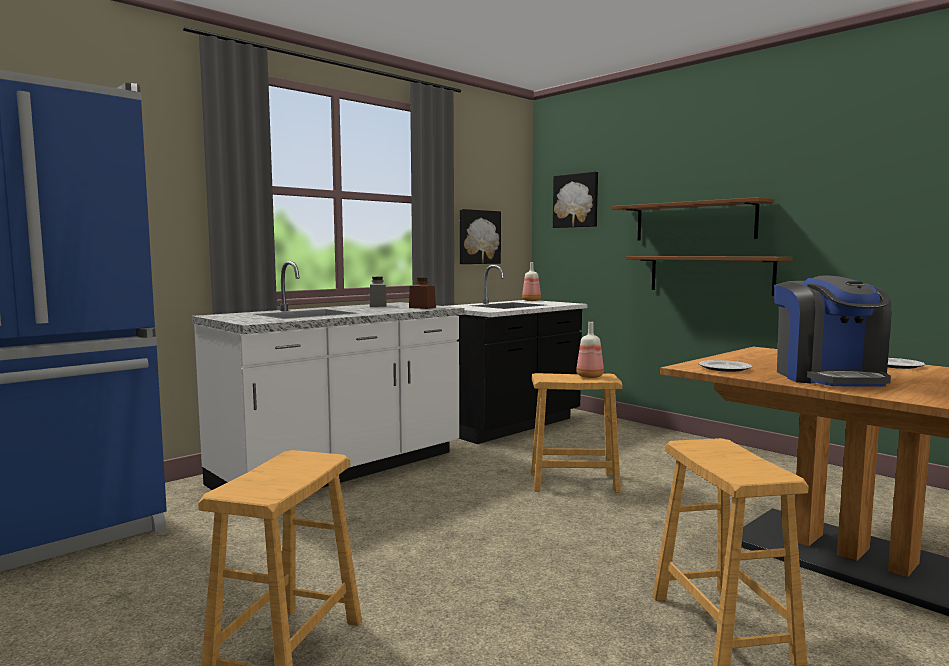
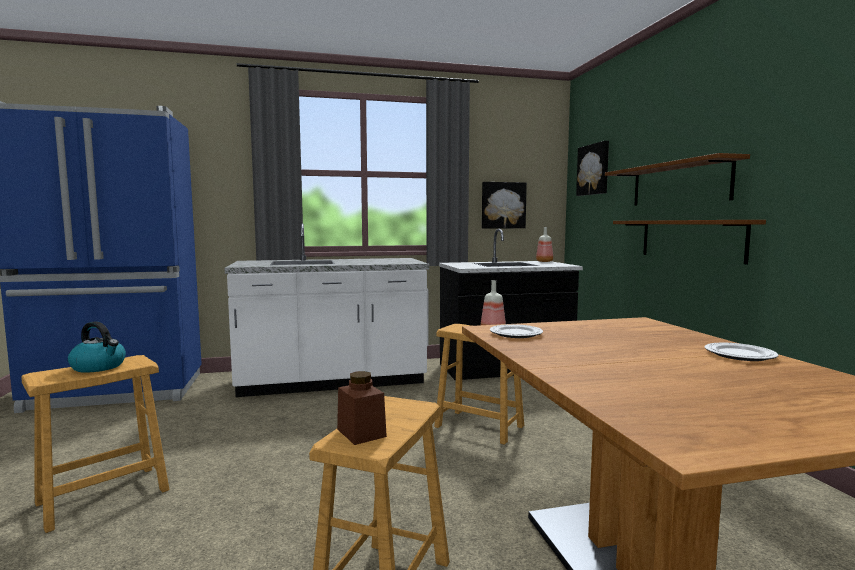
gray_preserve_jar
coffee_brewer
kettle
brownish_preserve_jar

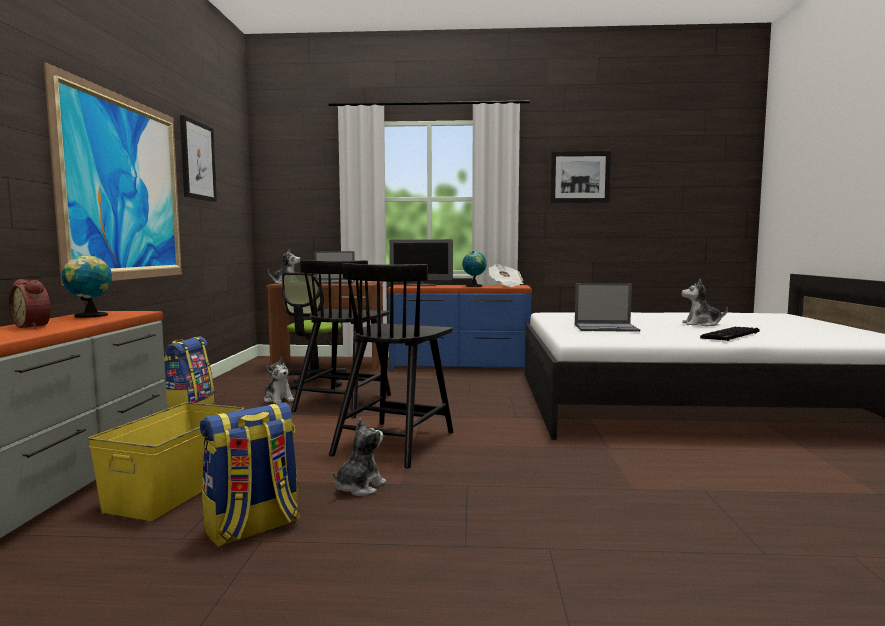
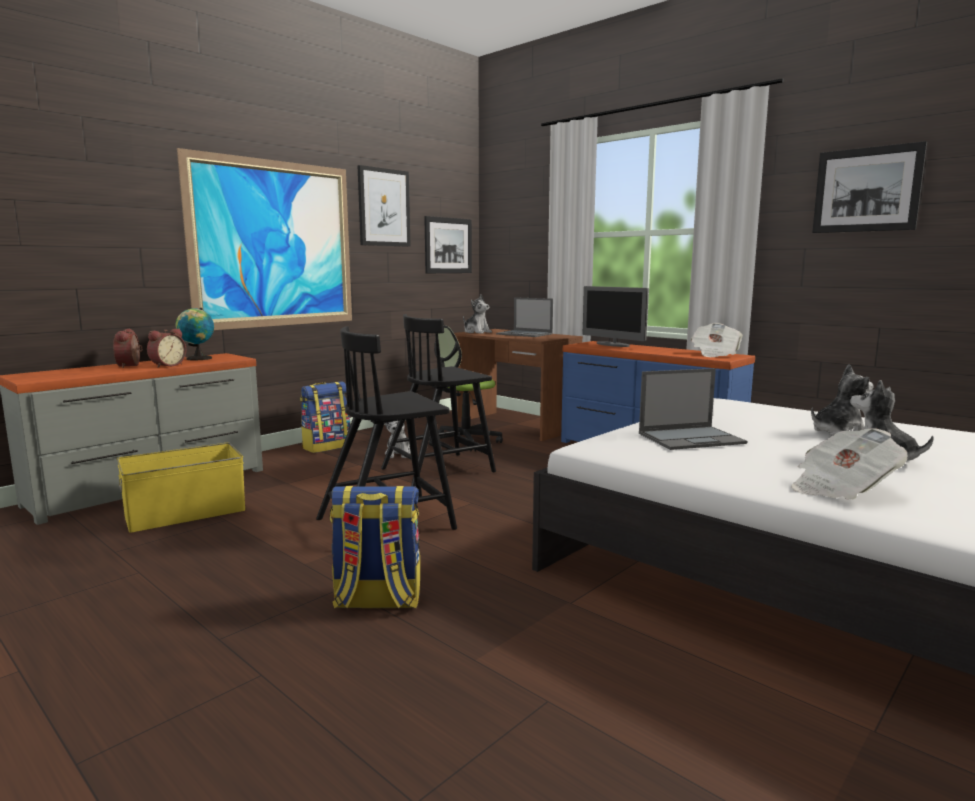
globe (2nd from left in the first image)
table_clock (2nd from left)
wall_art (3rd from left)
backpack (2nd from left)
plush_toy (3rd from left)
printed_paper (2nd from left)
notebook_computer (2nd from left)

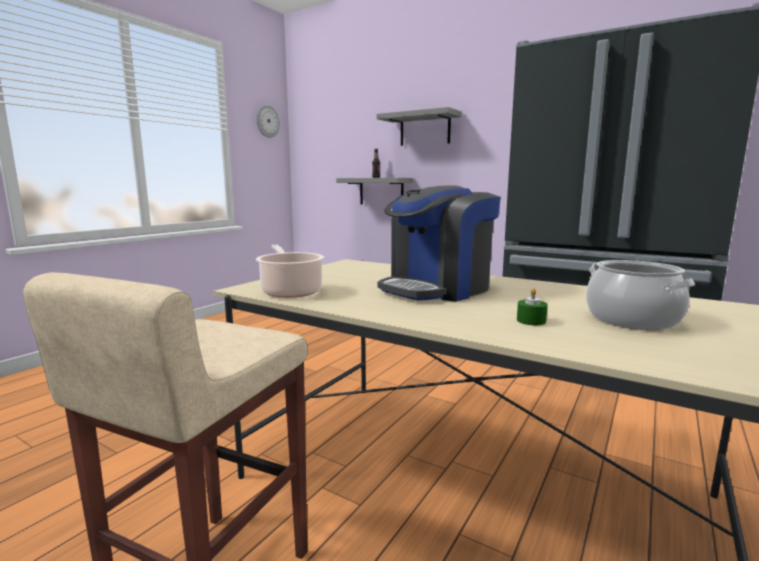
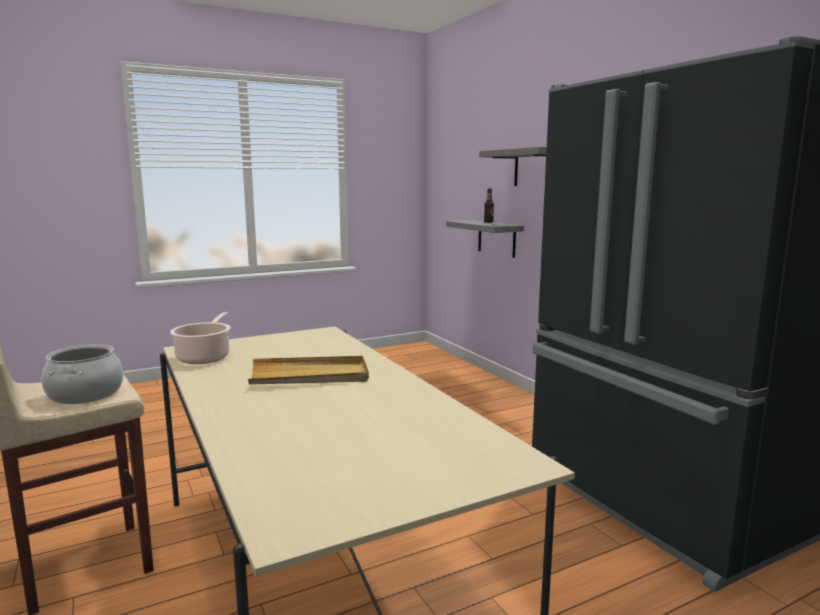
clock_on_the_wall
greenish_wax_candle
cooking_pot (1st from left)
beige_serving_tray

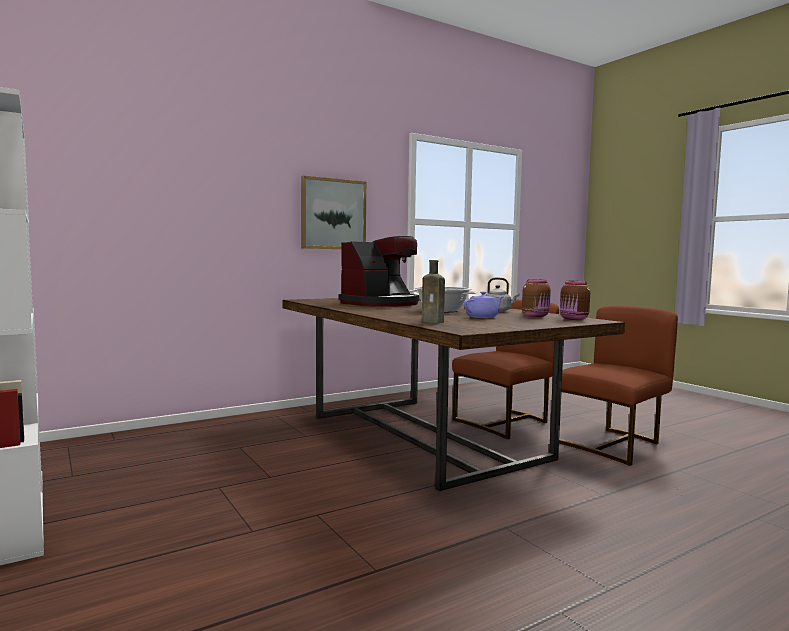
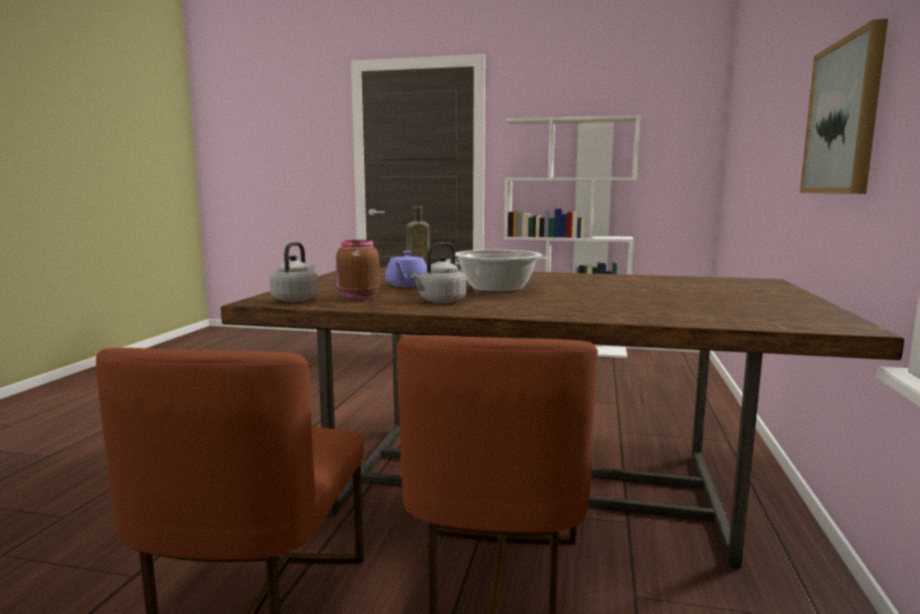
coffee_brewer
gray_kettle (1st from left)

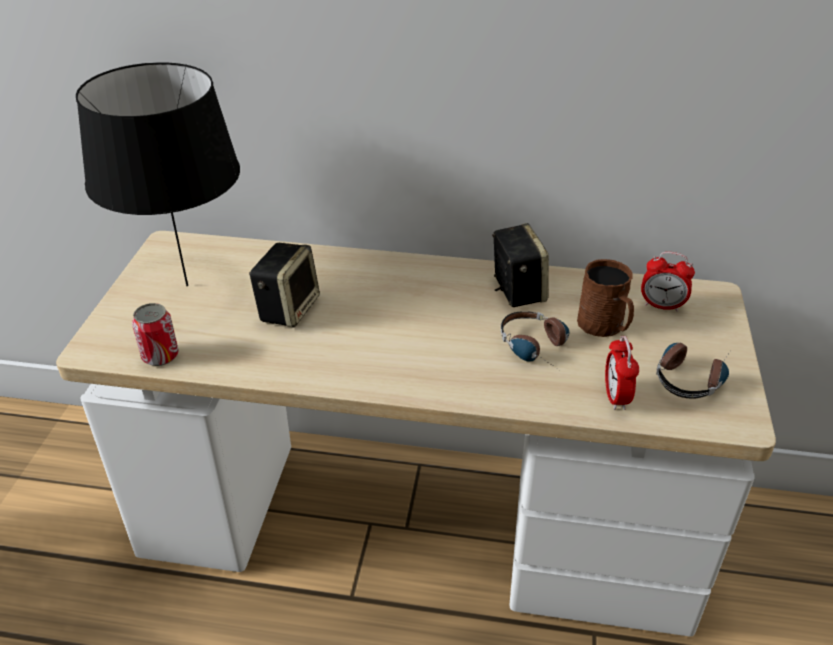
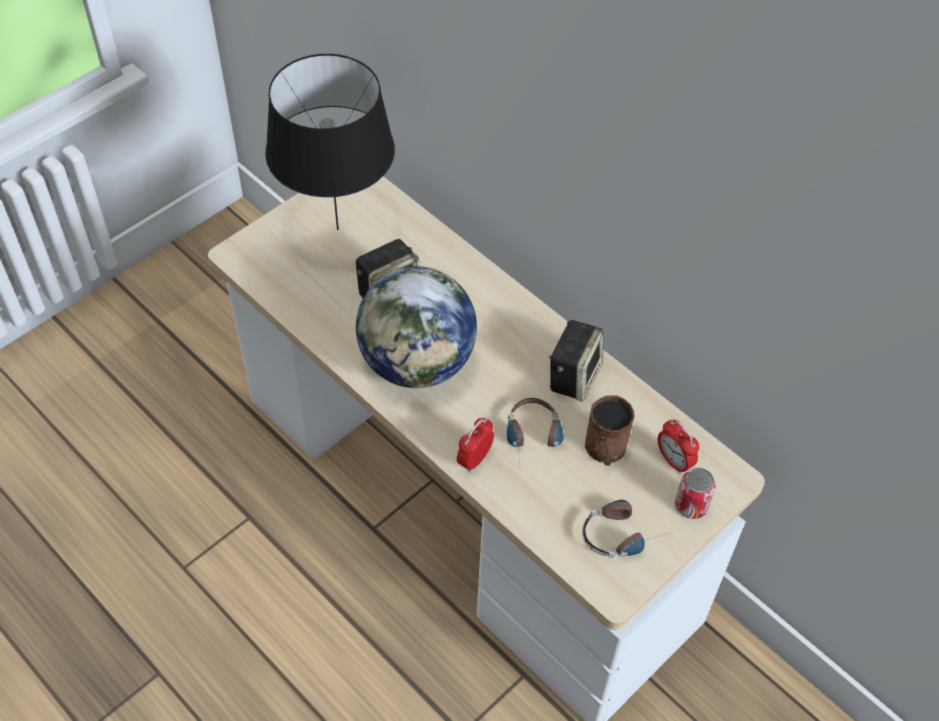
globe
sealed_can
table_clock (1st from left)

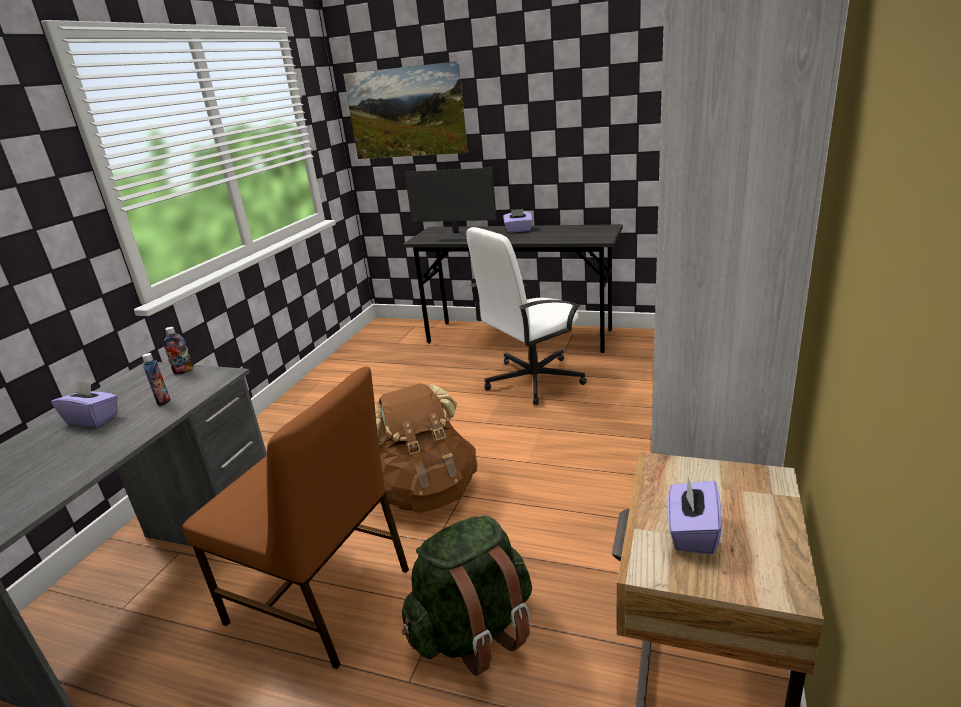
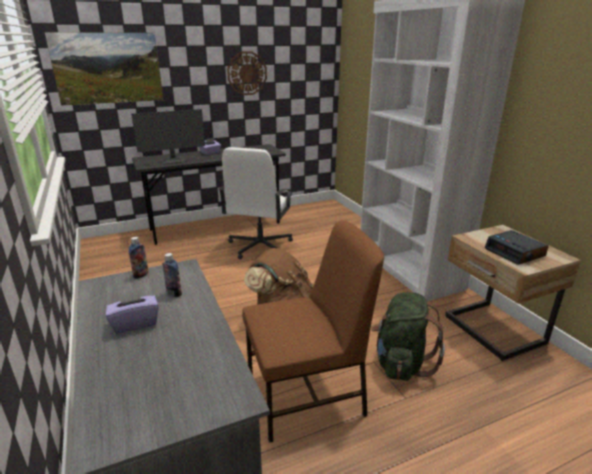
clock_on_the_wall
table_clock

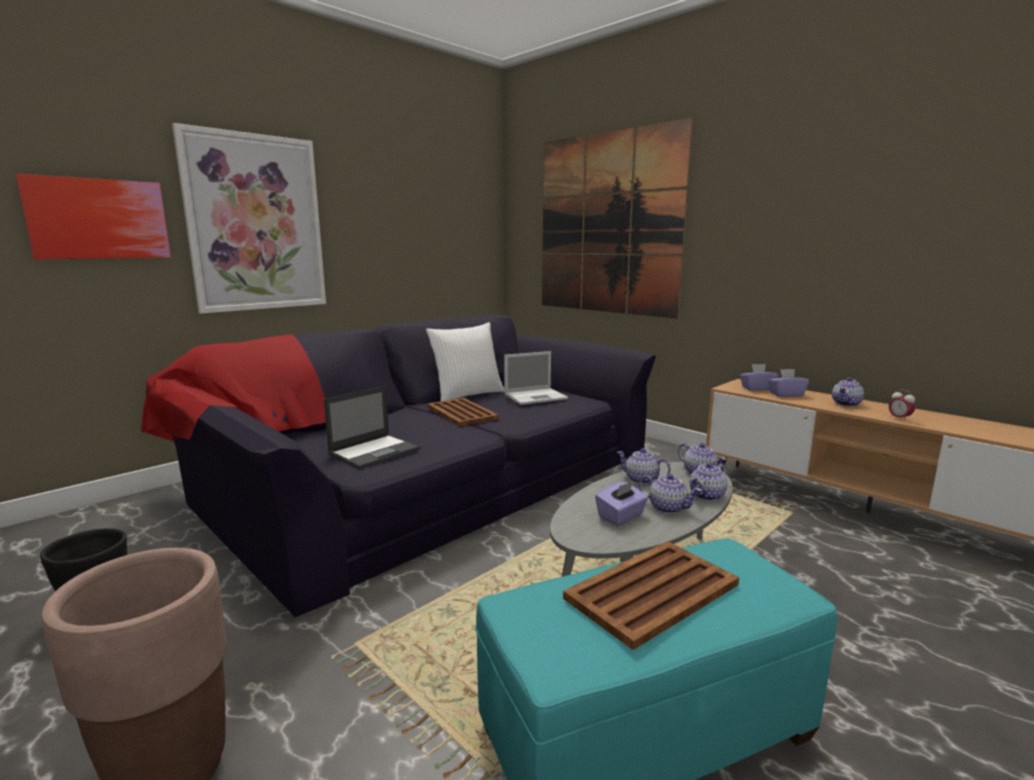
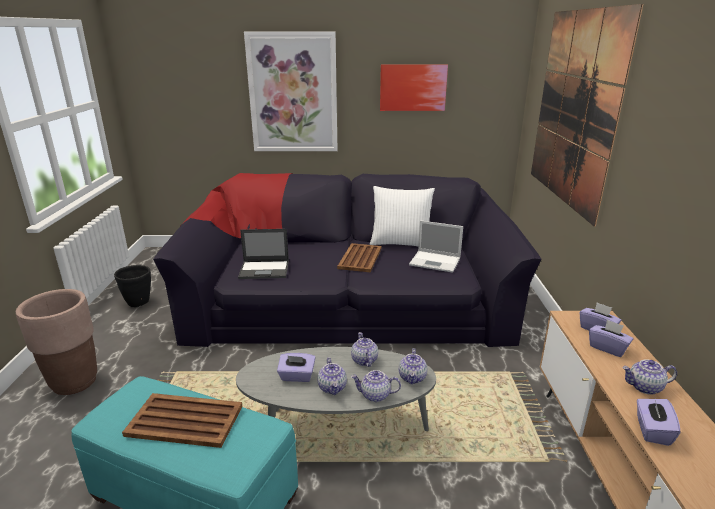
wall_art (2nd from left)
purple_tissue_holder (4th from left)

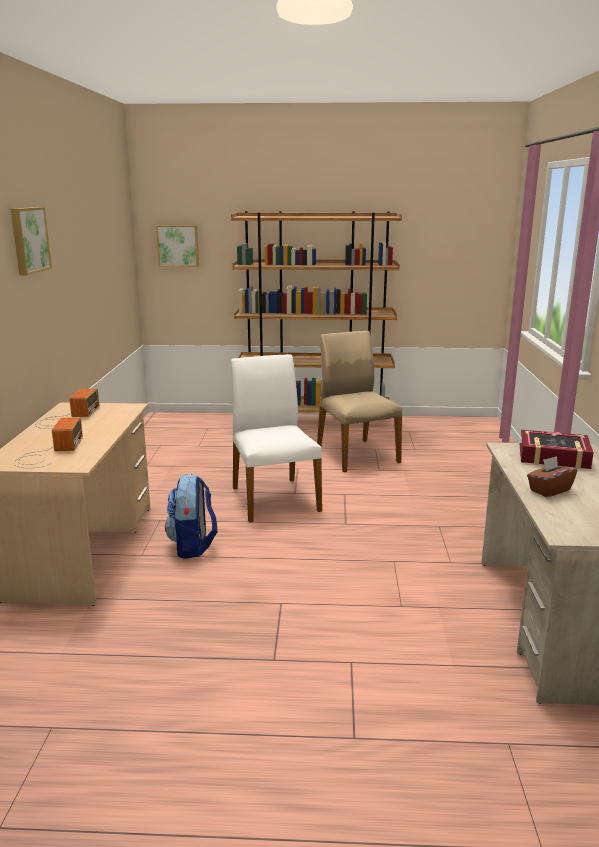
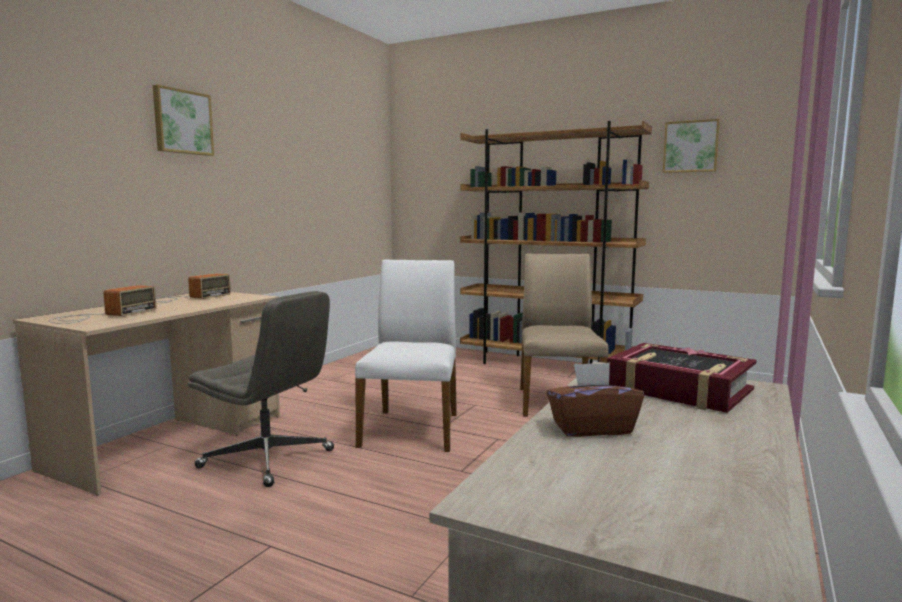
wall_art (2nd from left)
gray_desk_chair

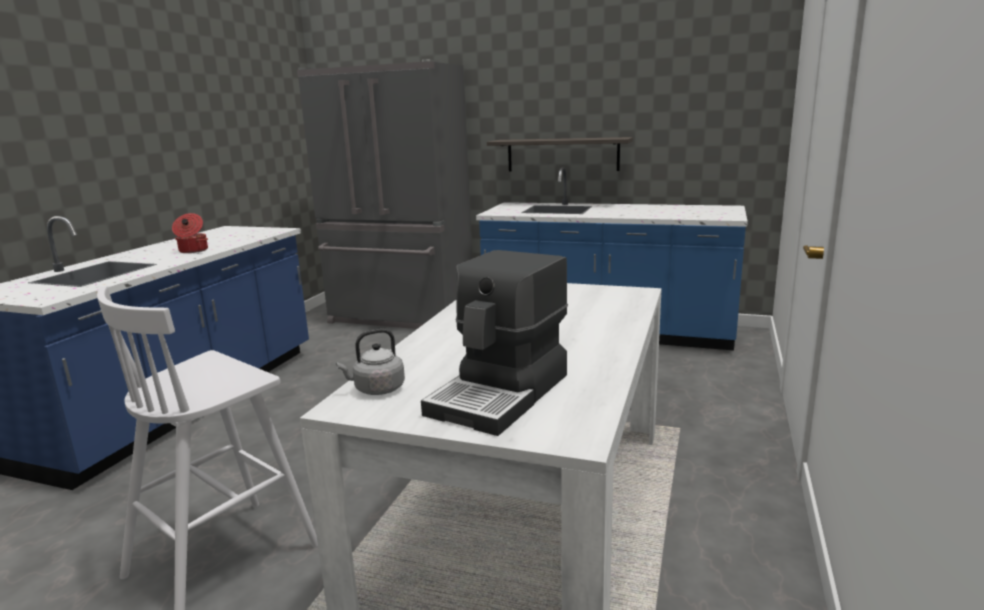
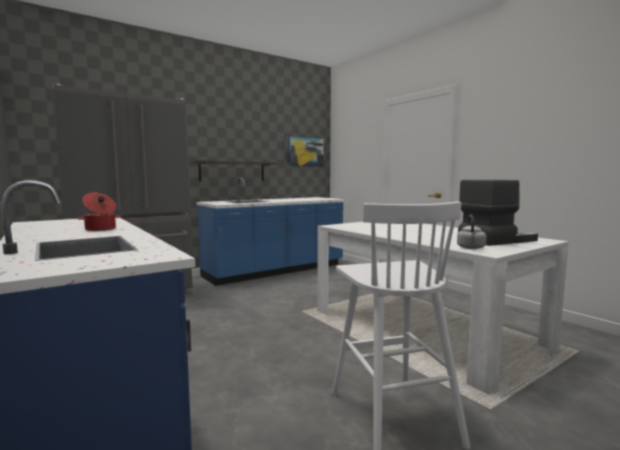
wall_art
coffee_brewer

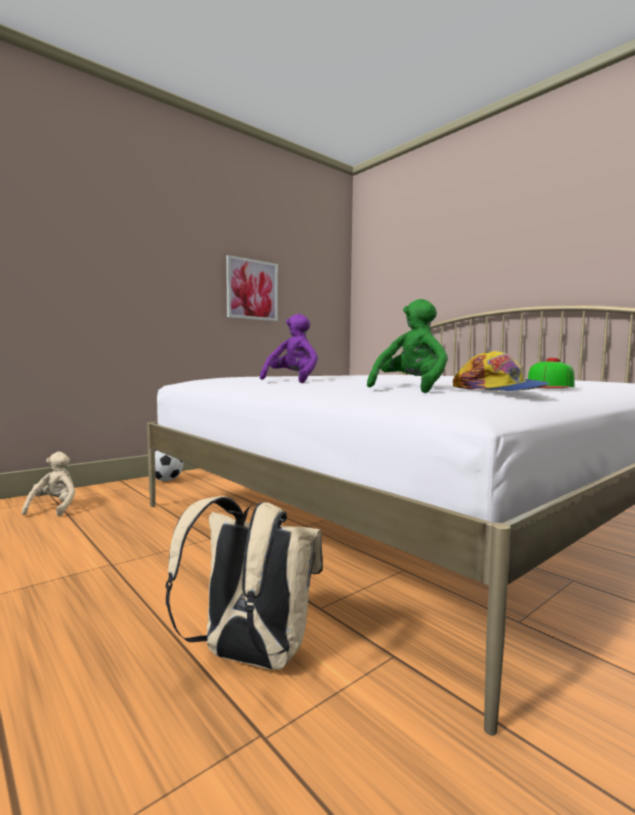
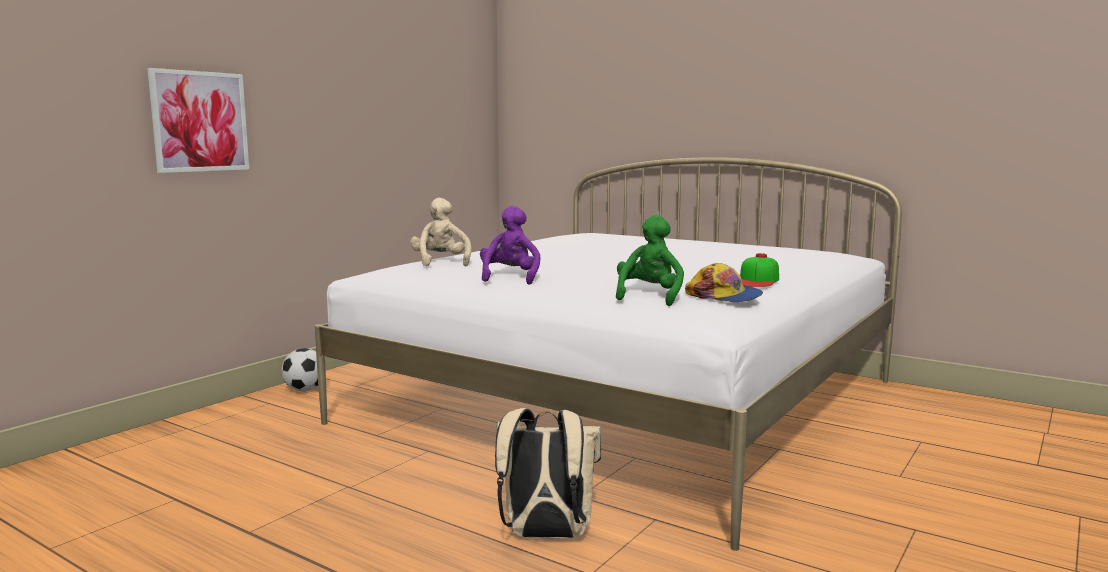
beige_plush_toy
wall_art

